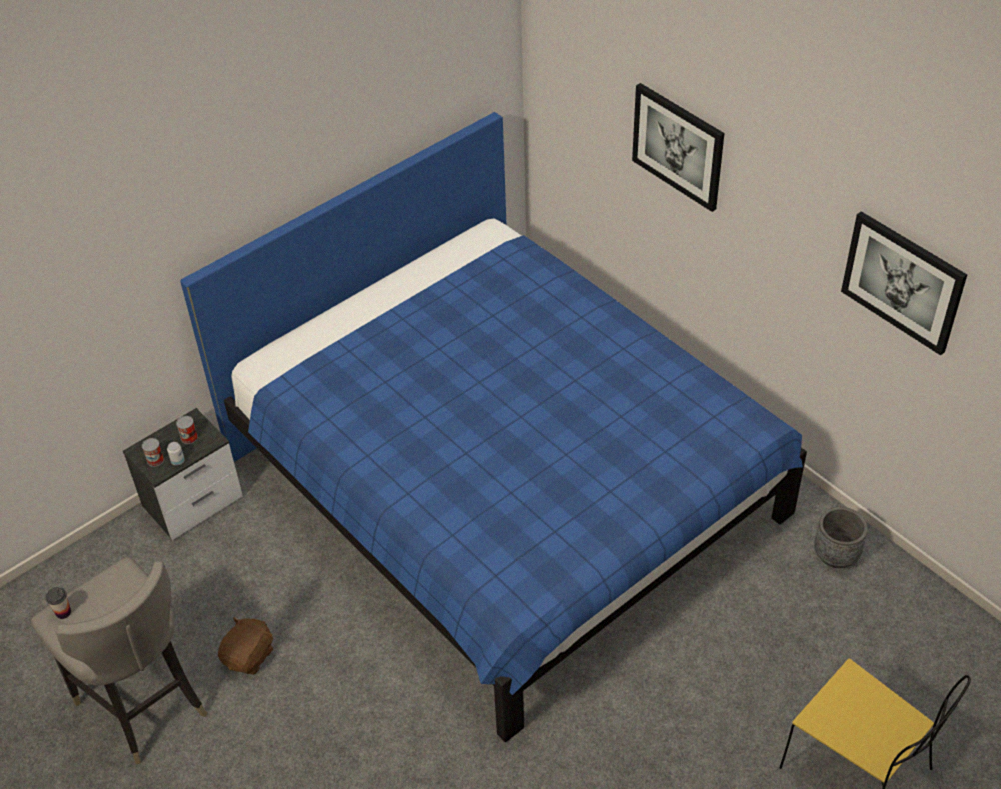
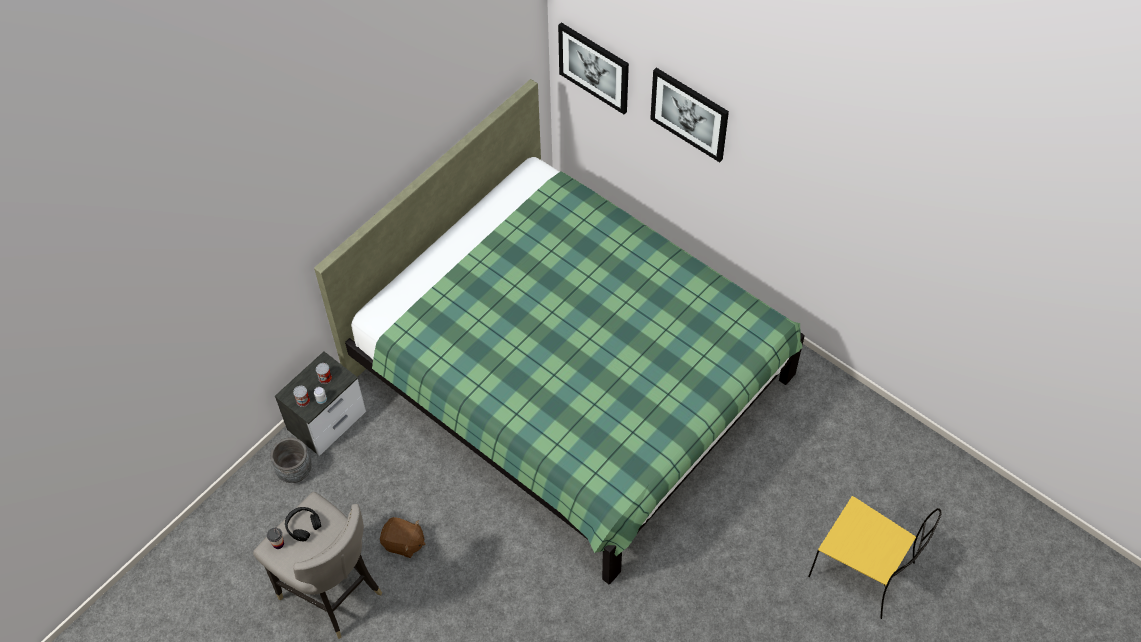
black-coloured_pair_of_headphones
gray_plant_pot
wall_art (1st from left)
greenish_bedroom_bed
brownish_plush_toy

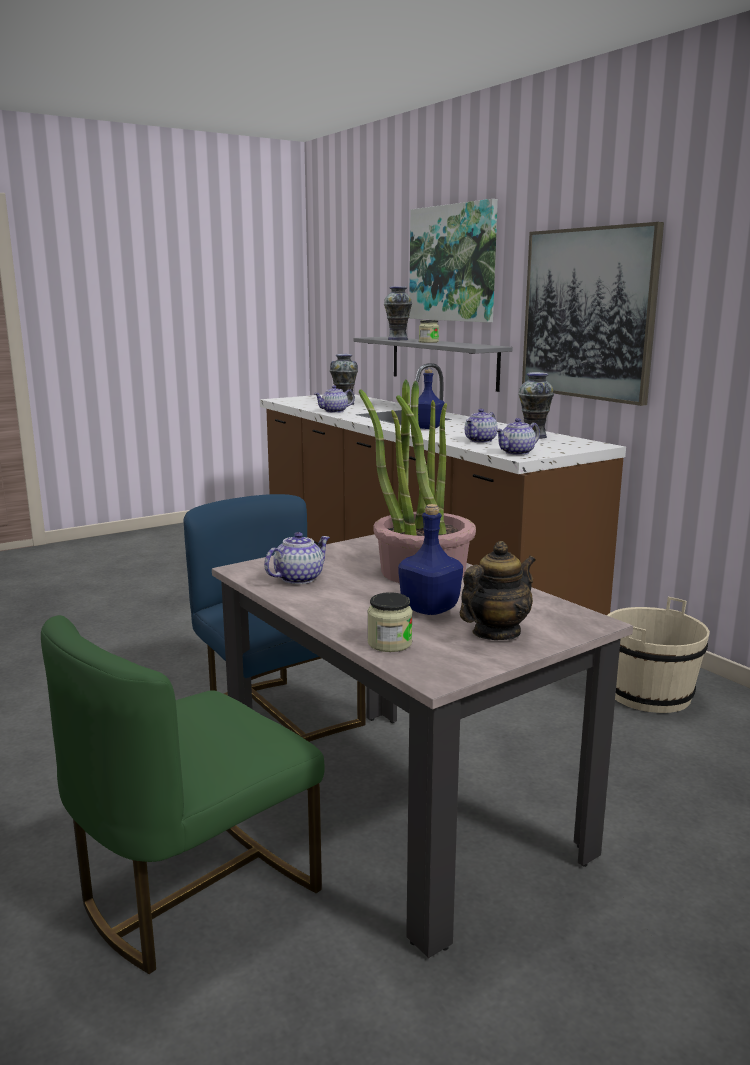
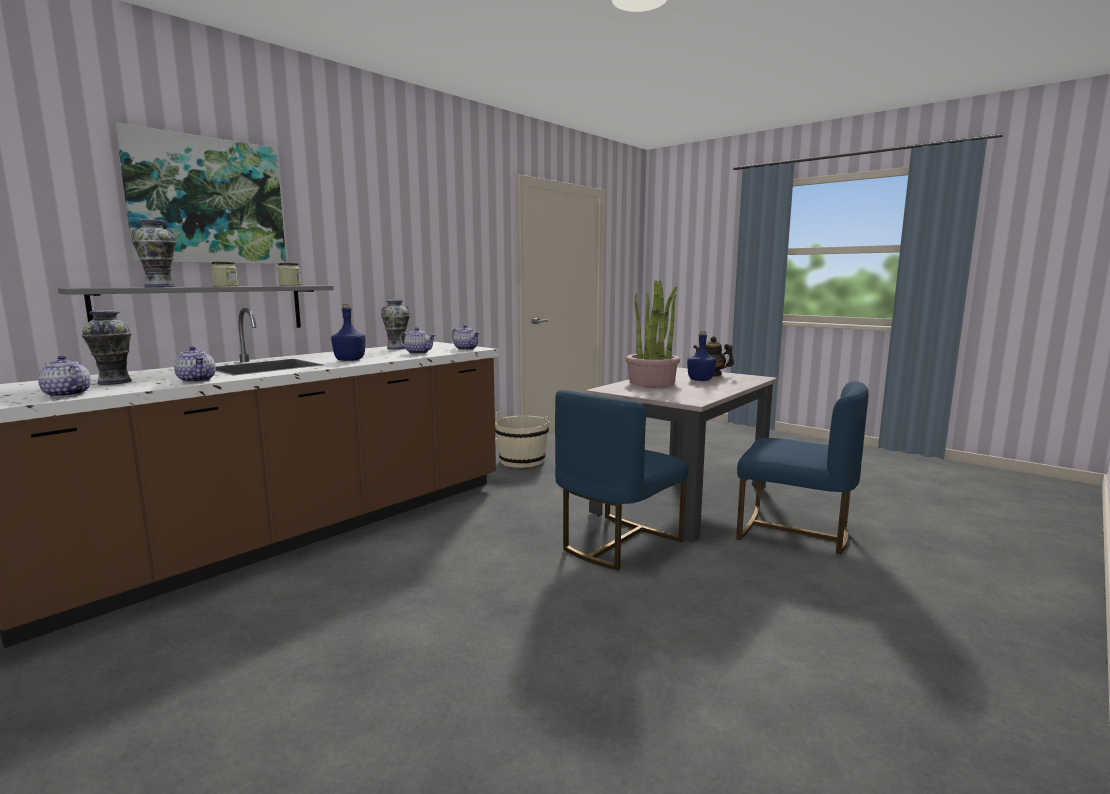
wall_art (2nd from left in the first image)
teapot (1st from left)
preserve_jar (2nd from left)
blue-coloured_chair (2nd from left)

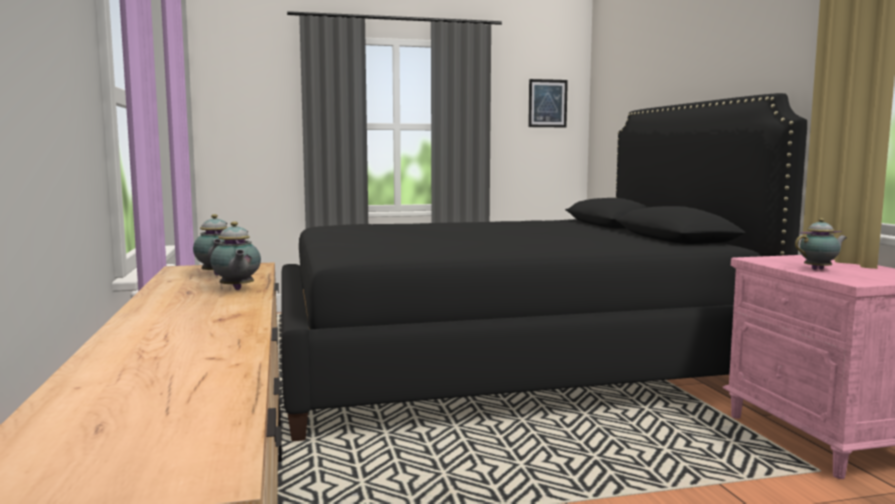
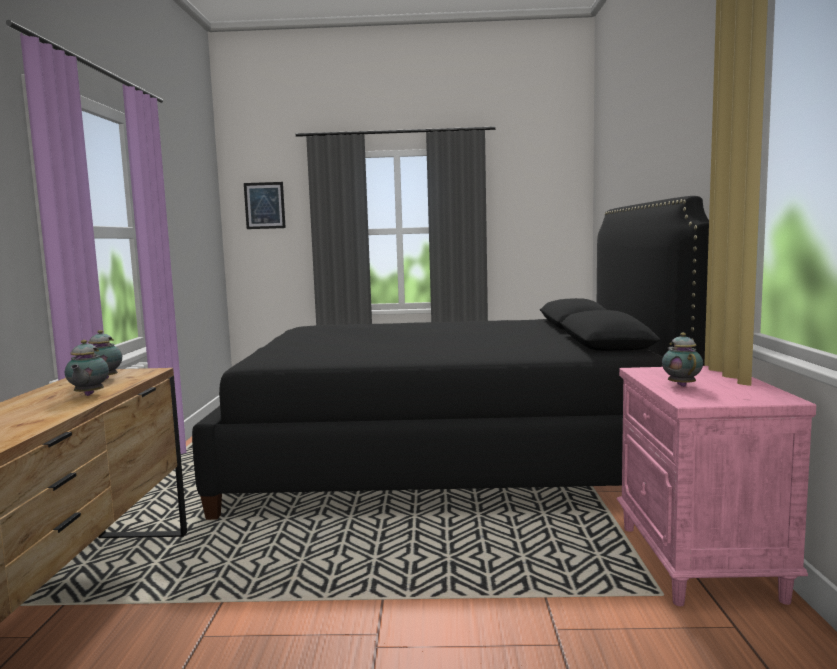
wall_art
teapot (3rd from left)

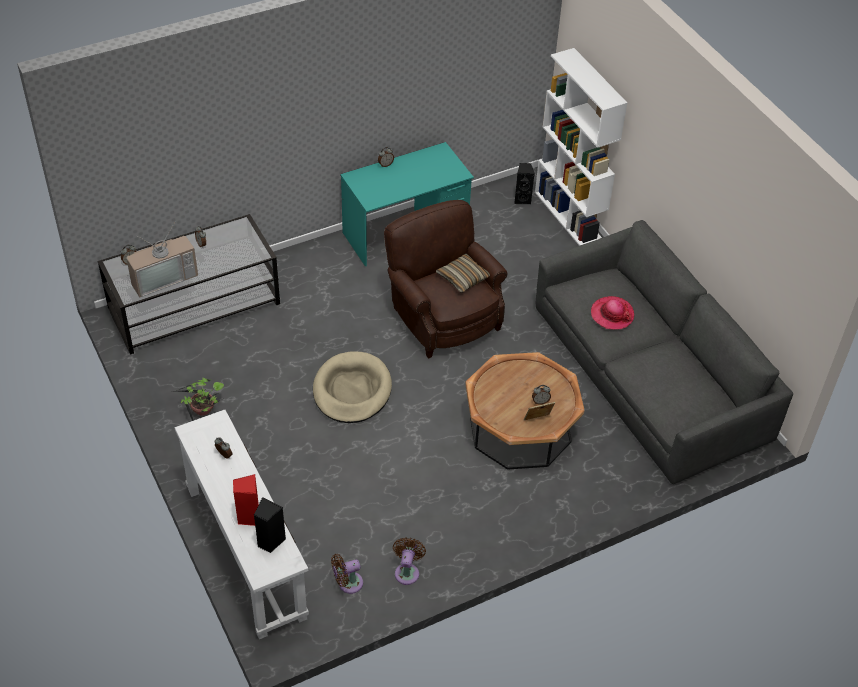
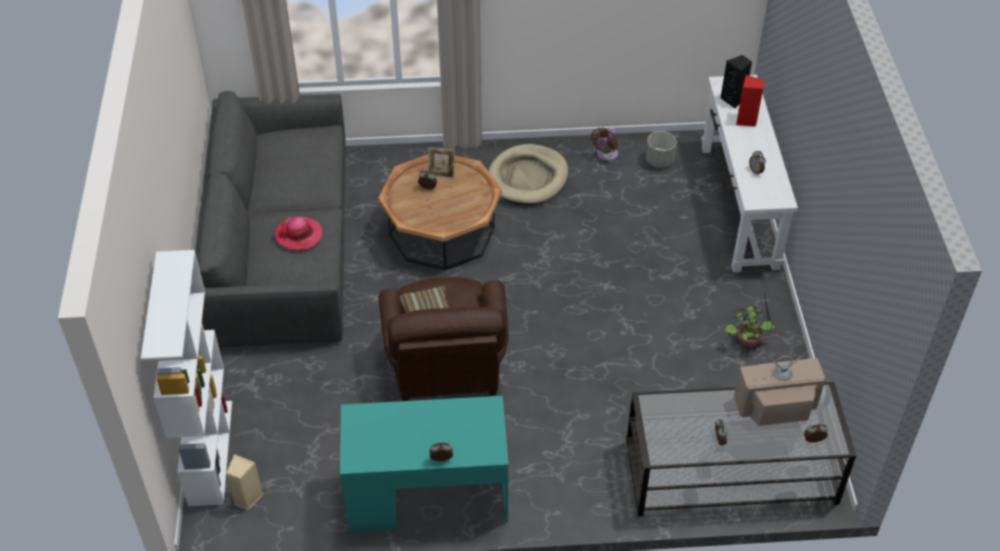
beige_dog_bed
gray_plant_pot
beige_audio_speaker

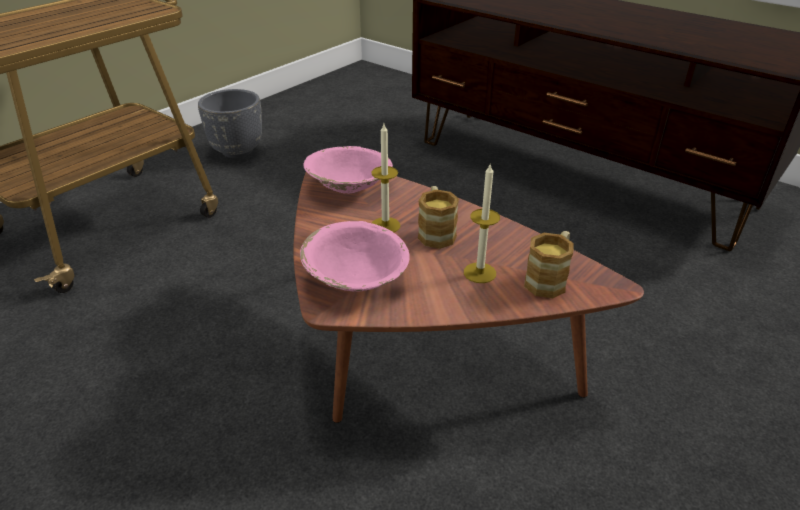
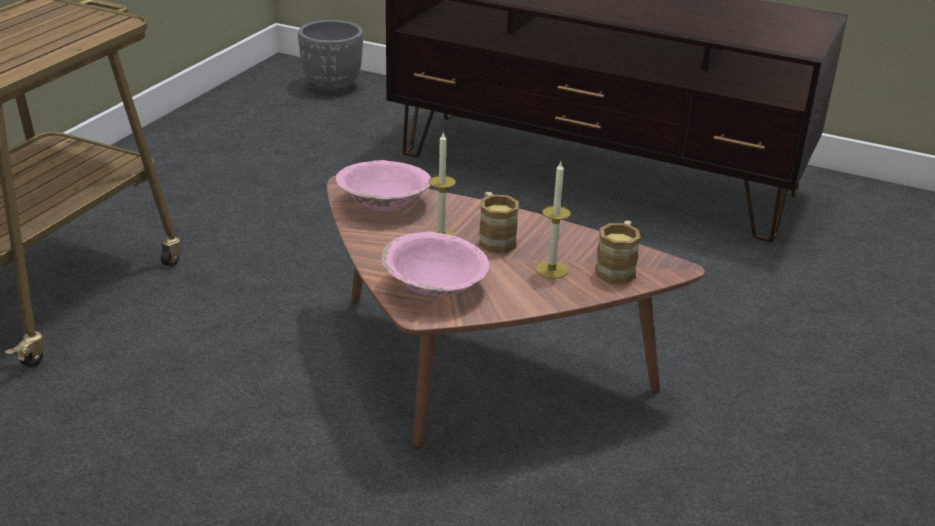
gray_plant_pot

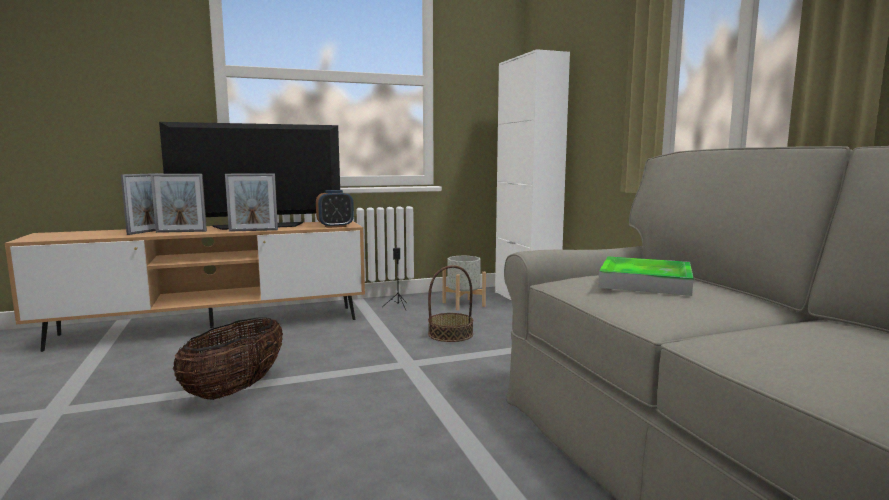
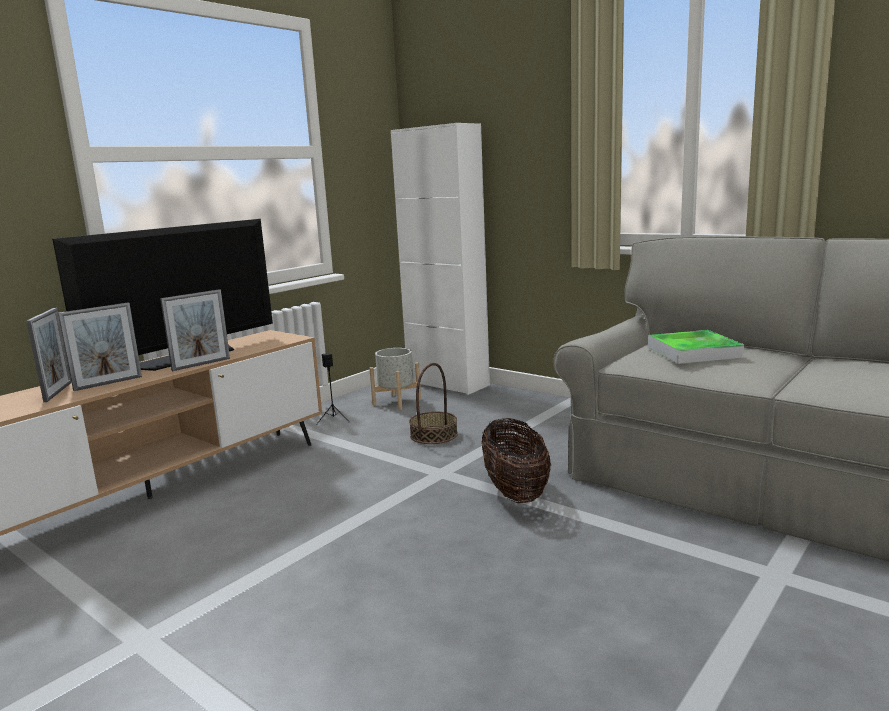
table_clock
storage_basket (2nd from left)

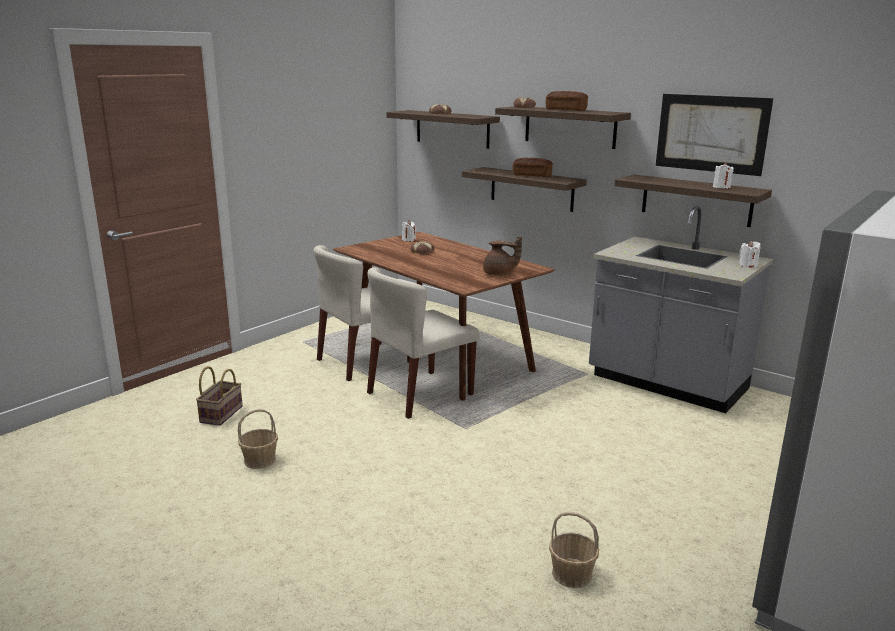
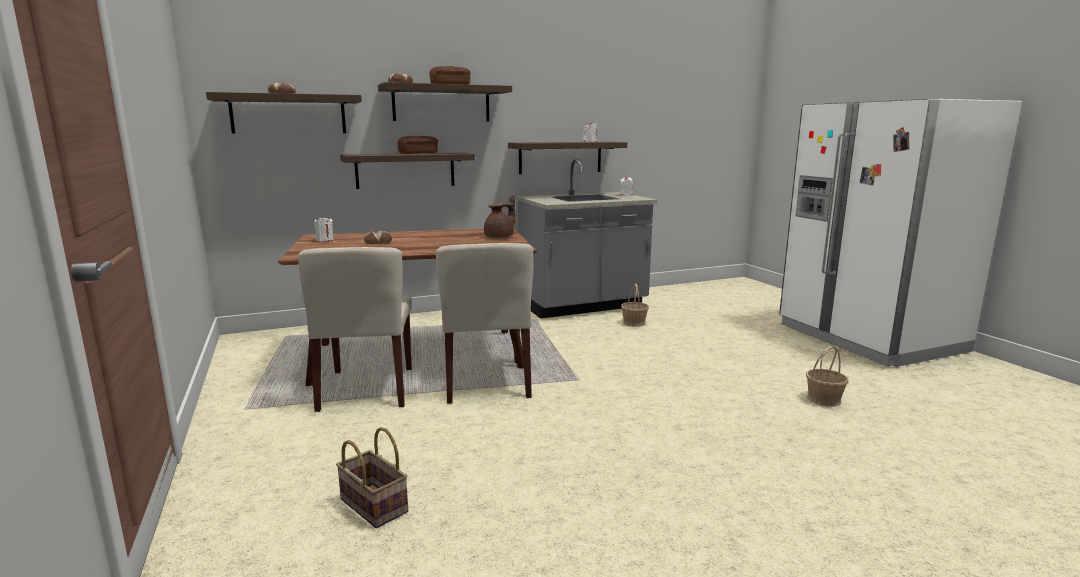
wall_art
storage_basket (2nd from left)

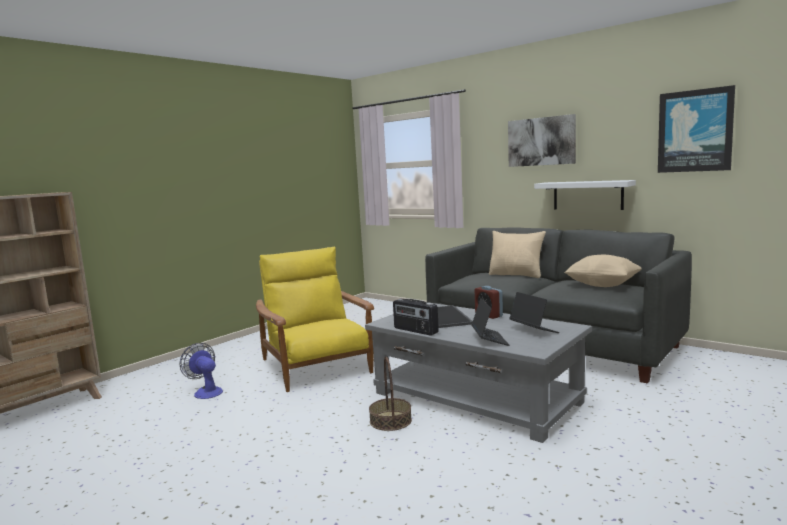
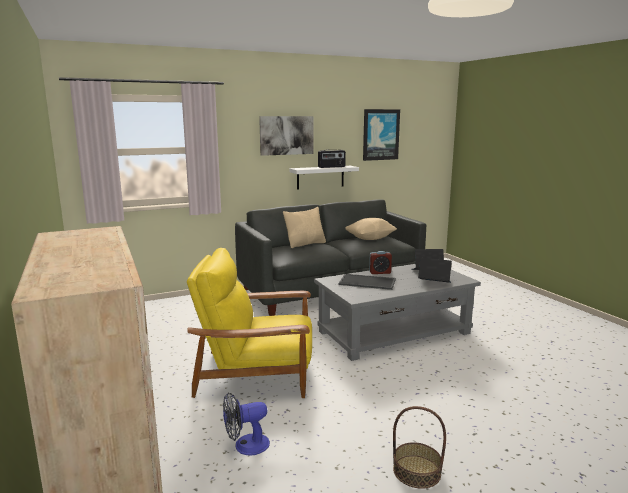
storage_basket
radio_set

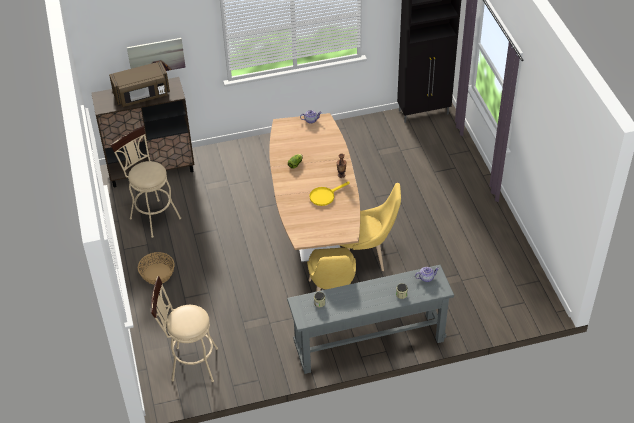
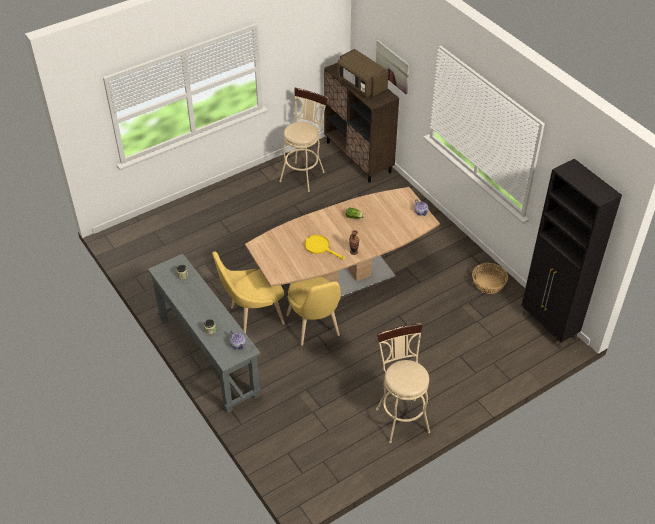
storage_basket
beige_stool_seat (2nd from left)

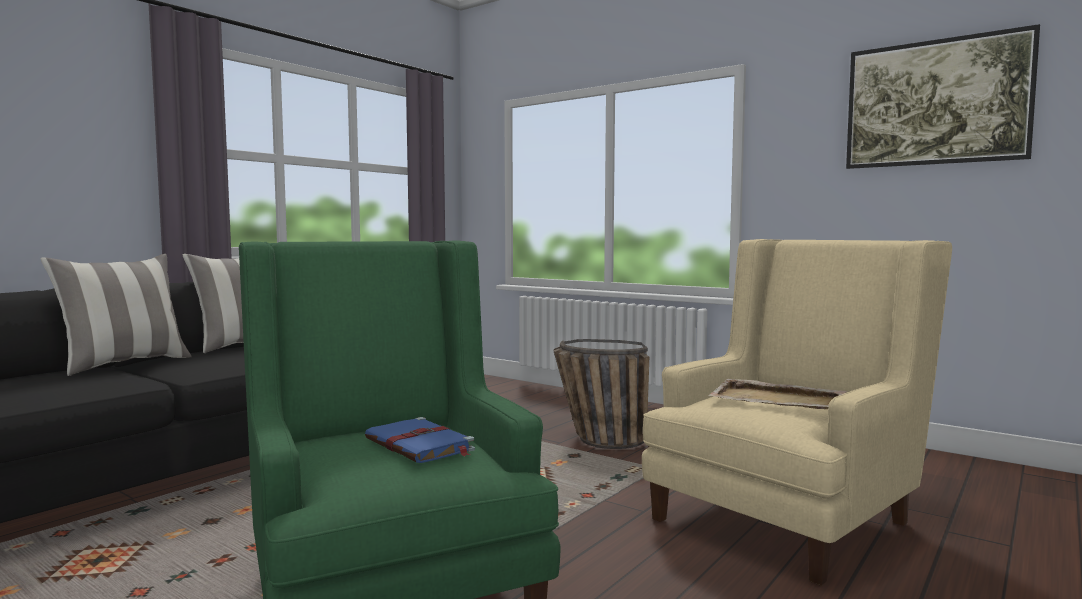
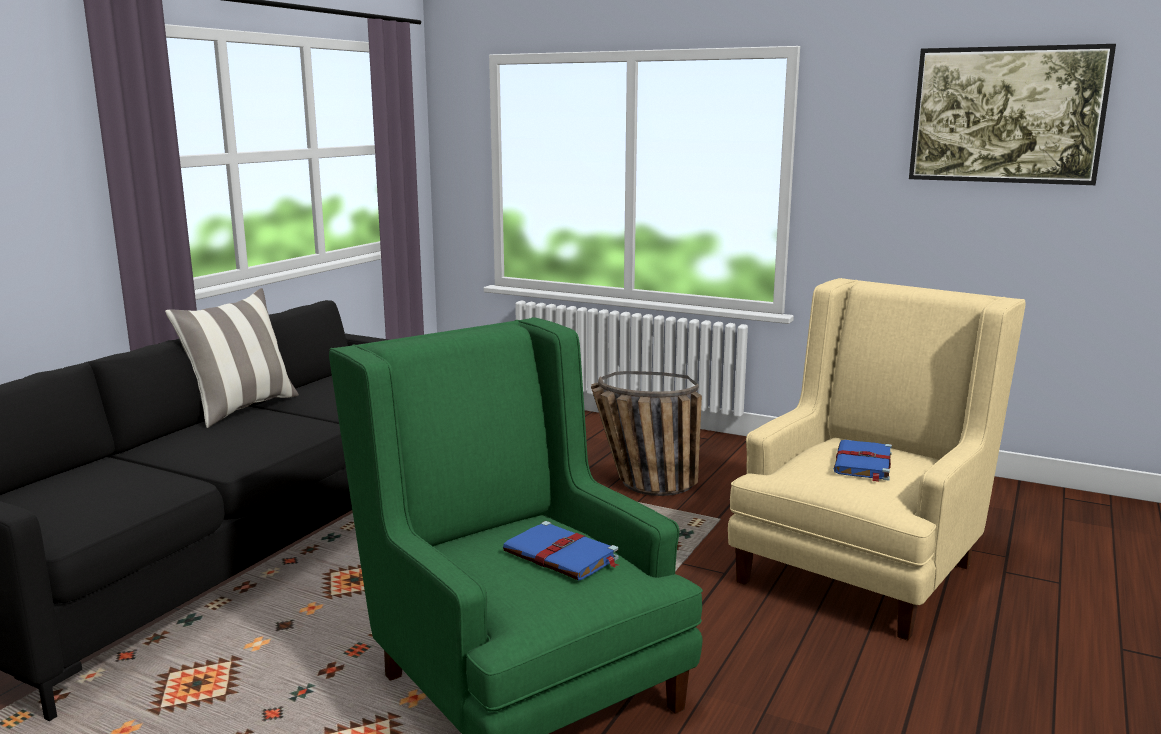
cushion (1st from left in the first image)
blue-coloured_bound_book (2nd from left)

